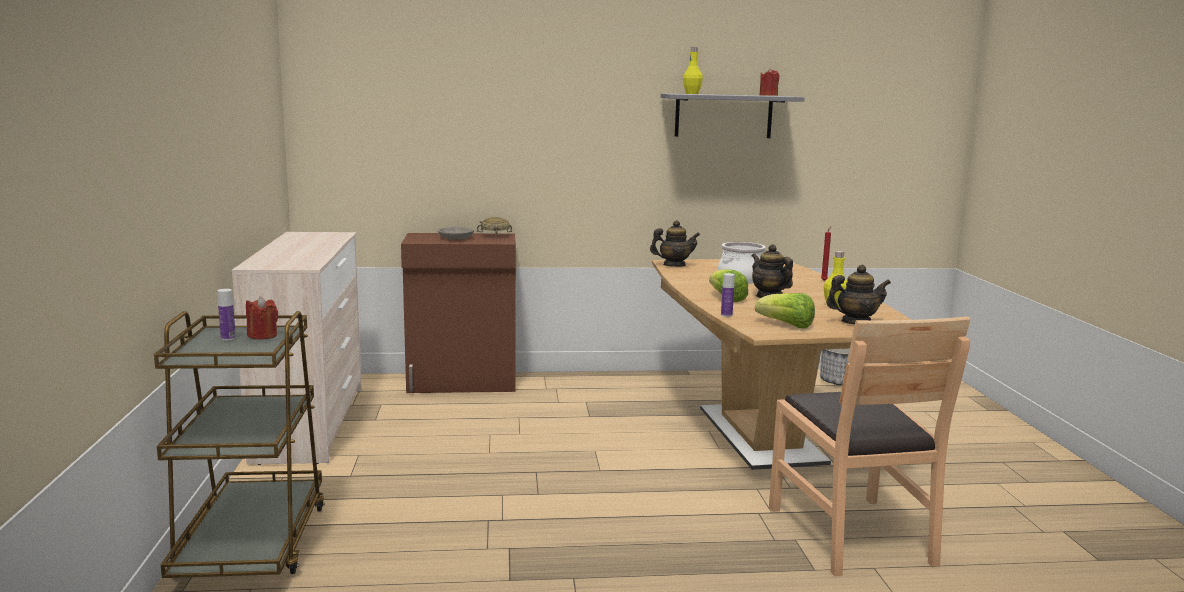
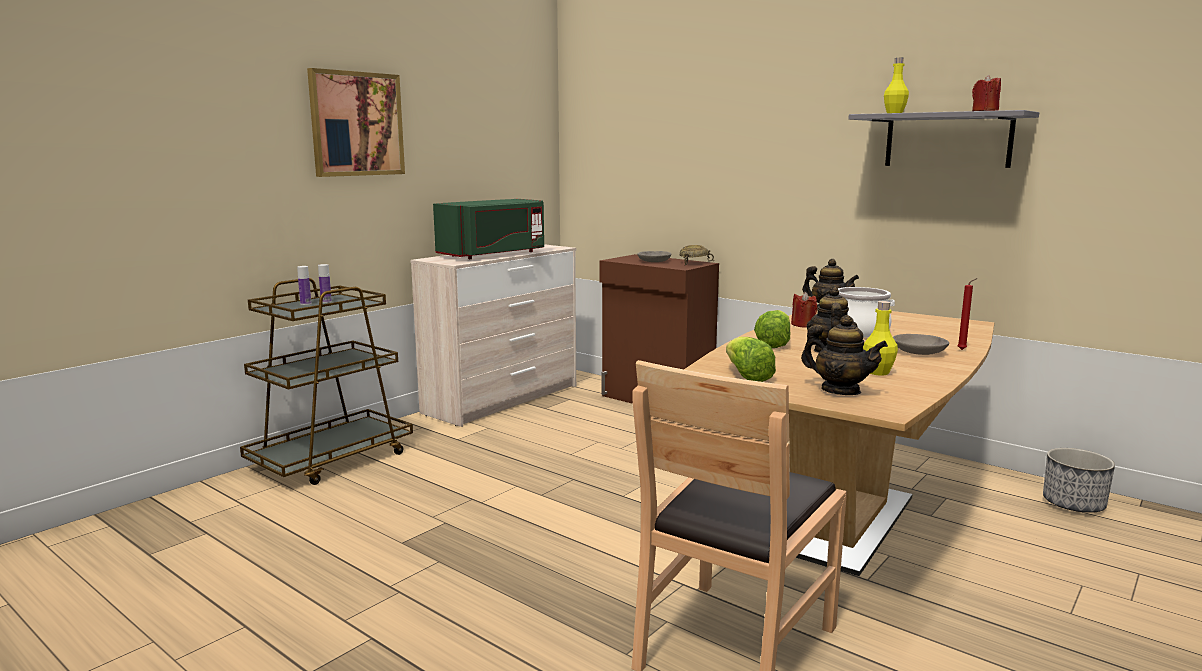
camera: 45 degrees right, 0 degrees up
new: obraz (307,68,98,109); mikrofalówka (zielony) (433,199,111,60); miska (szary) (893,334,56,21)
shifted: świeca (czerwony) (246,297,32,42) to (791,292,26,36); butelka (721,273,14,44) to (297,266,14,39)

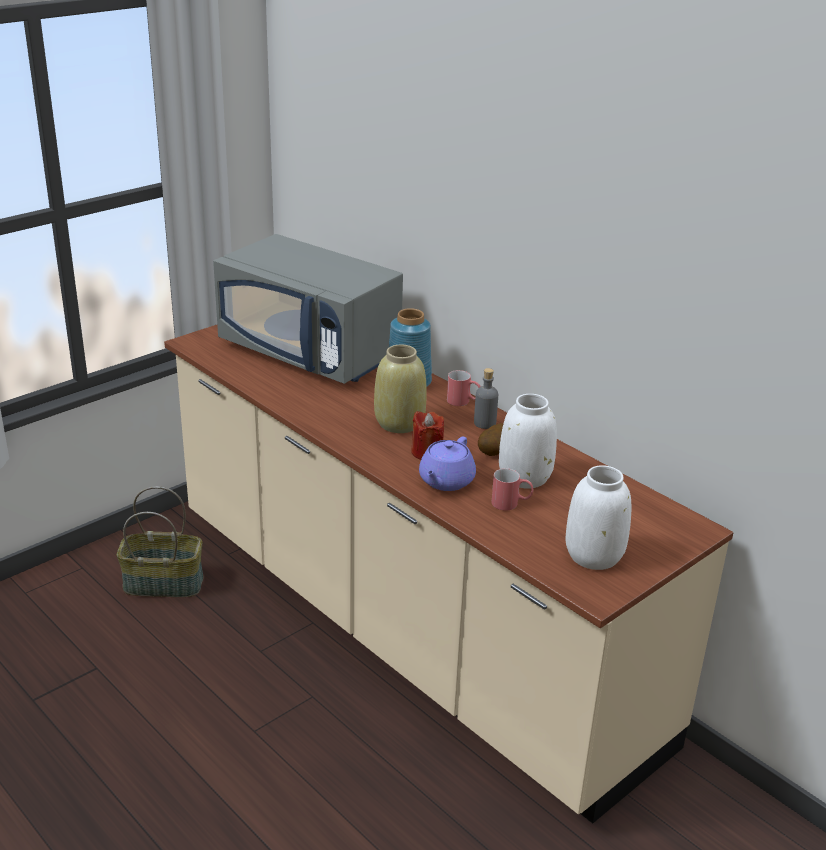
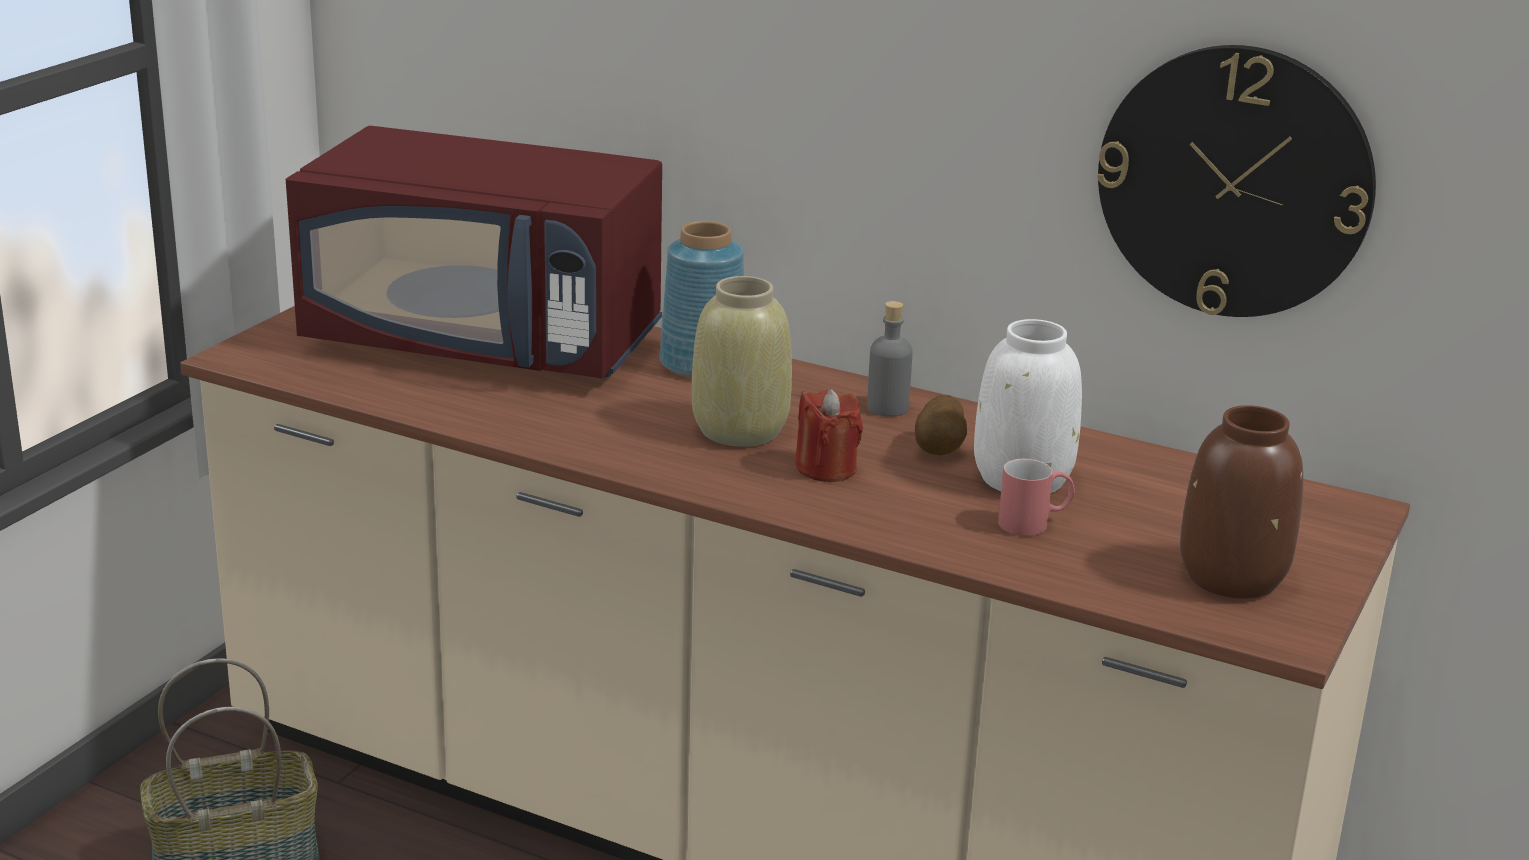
camera: 20 degrees left, 5 degrees down
gone: imbryk (fioletowy) (419,437,57,54); kubek (czerwony) (447,370,34,36)
new: zegar ścienny (1097,45,279,272)
repainted: mikrofalówka (szary) (213,234,190,150) to mikrofalówka (czerwony) (286,126,376,252); wazon (biały) (566,465,65,105) to wazon (brązowy) (1180,405,123,194)

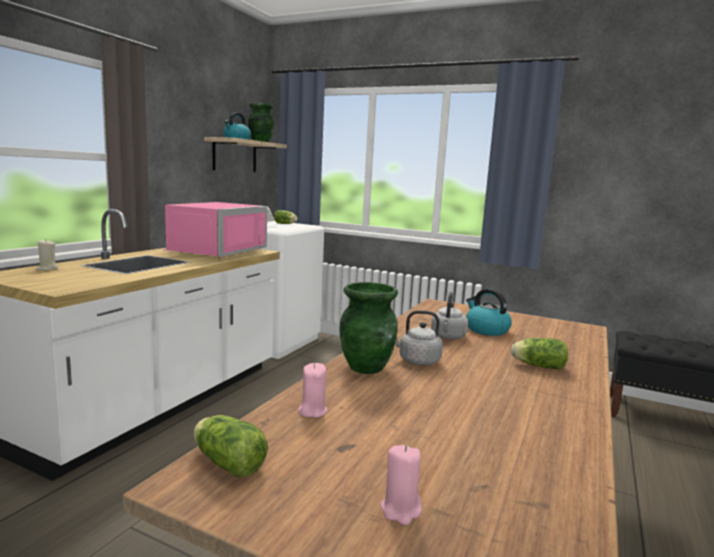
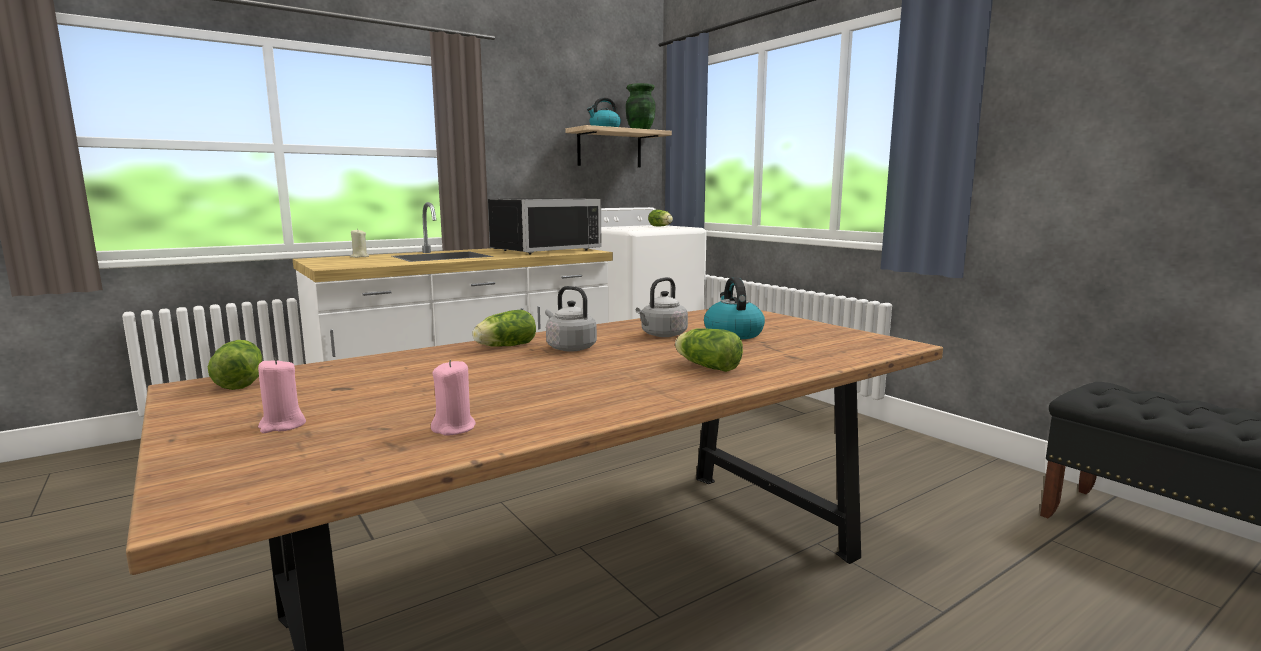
camera: 30 degrees right, 0 degrees up
shifted: świeca (różowy) (298,363,30,55) to (431,360,45,76)
swapped: wazon (zielony) (339,282,59,92) to sałata (472,310,64,37)
repainted: mikrofalówka (różowy) (163,202,104,56) to mikrofalówka (czarny) (488,198,114,56)

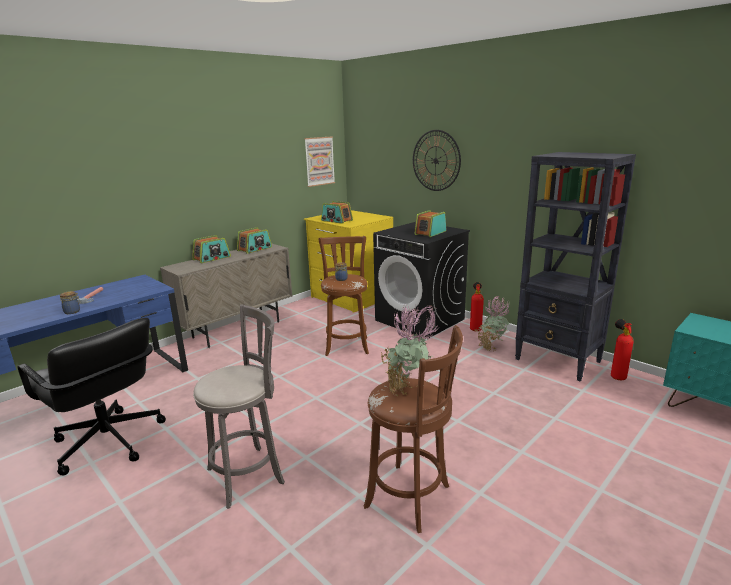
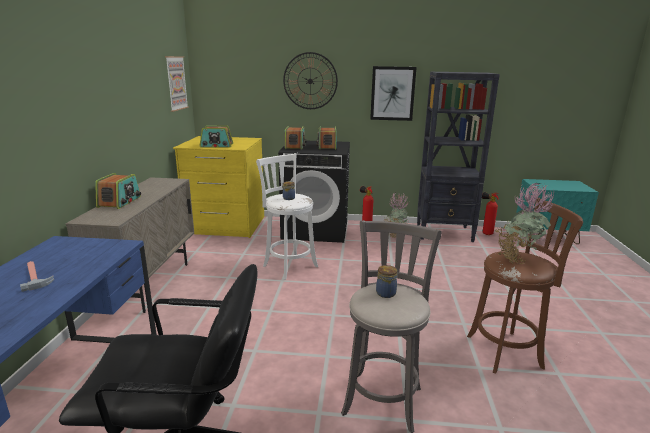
camera: 40 degrees left, 0 degrees up
new: obraz (370,66,47,55)
shifted: słoik (60,291,21,23) to (376,265,21,33); radio (237,227,35,27) to (284,126,23,24)
repainted: stołek (brązowy) (319,236,50,120) to stołek (biały) (256,153,62,127)

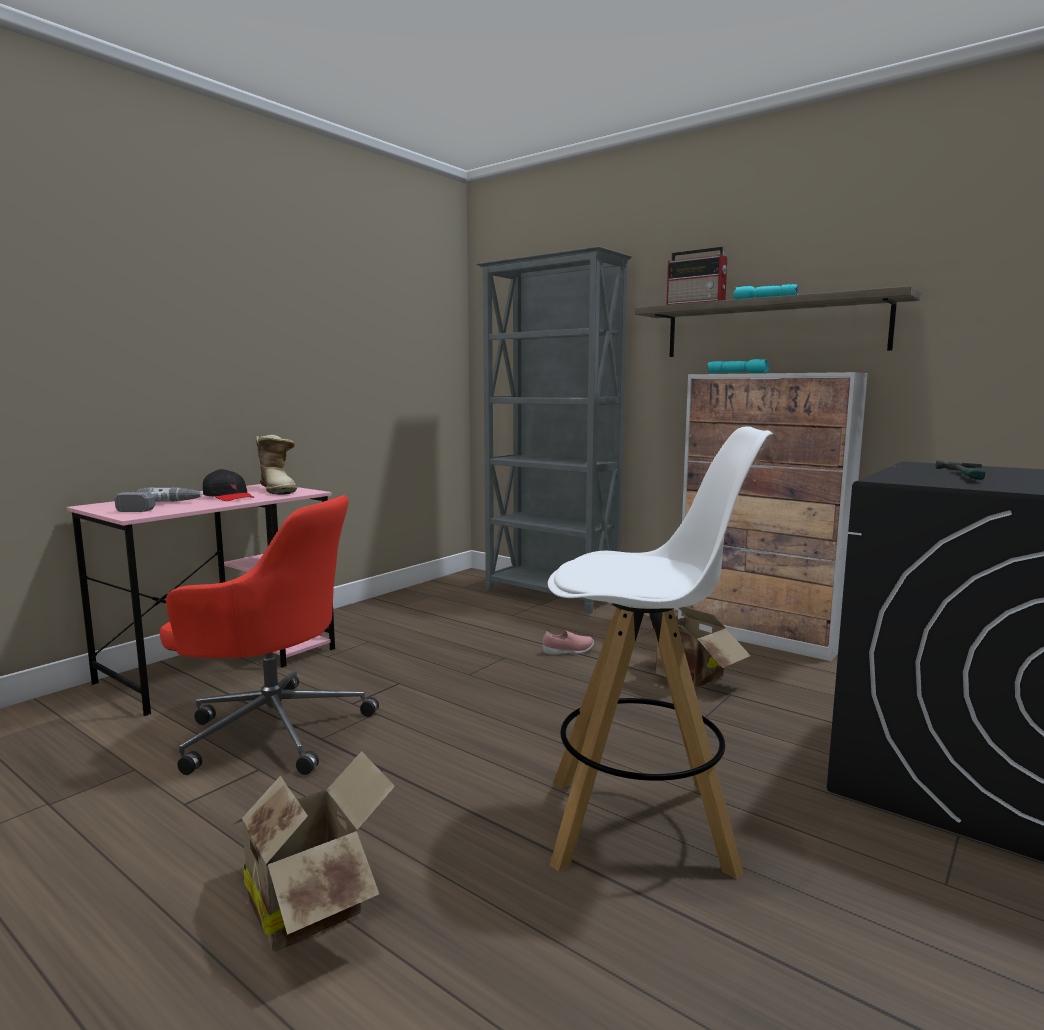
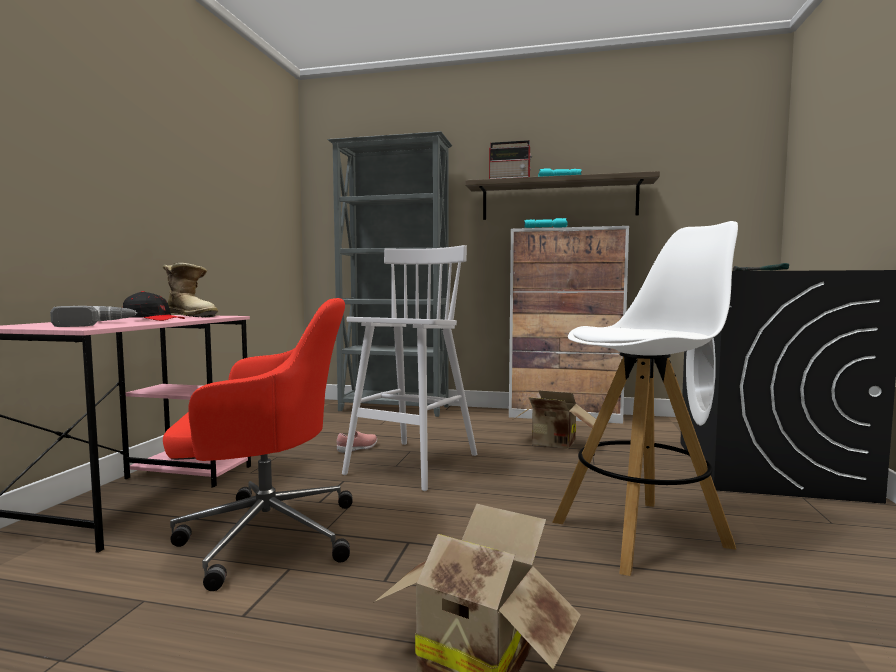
camera: 25 degrees left, 5 degrees down
new: stołek (biały) (342,245,135,246)
shifted: but (różowy) (543,631,51,24) to (337,431,40,22)

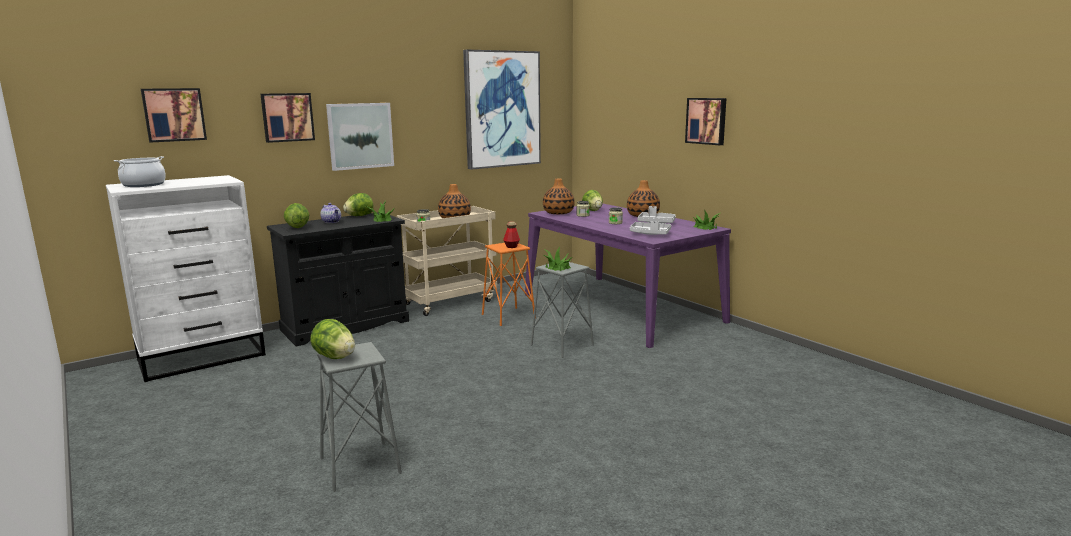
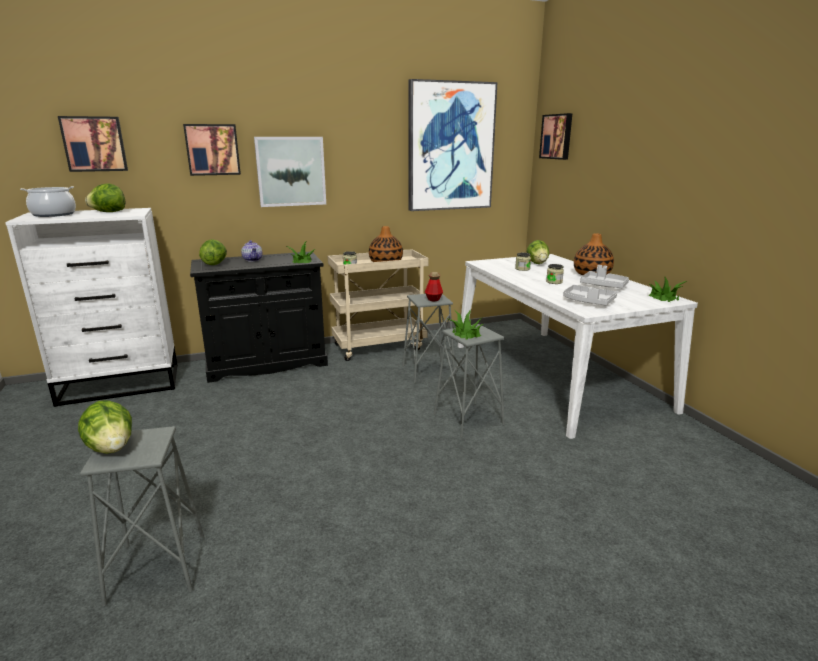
camera: 15 degrees right, 5 degrees up
gone: wazon (543,178,32,36)
shifted: sałata (343,193,30,23) to (85,184,40,28); obraz (685,98,41,47) to (539,113,33,47)
repainted: stołek (pomarańczowy) (482,243,54,83) to stołek (szary) (402,294,54,90); stół jadalny (fioletowy) (525,204,206,144) to stół jadalny (biały) (458,254,240,185)

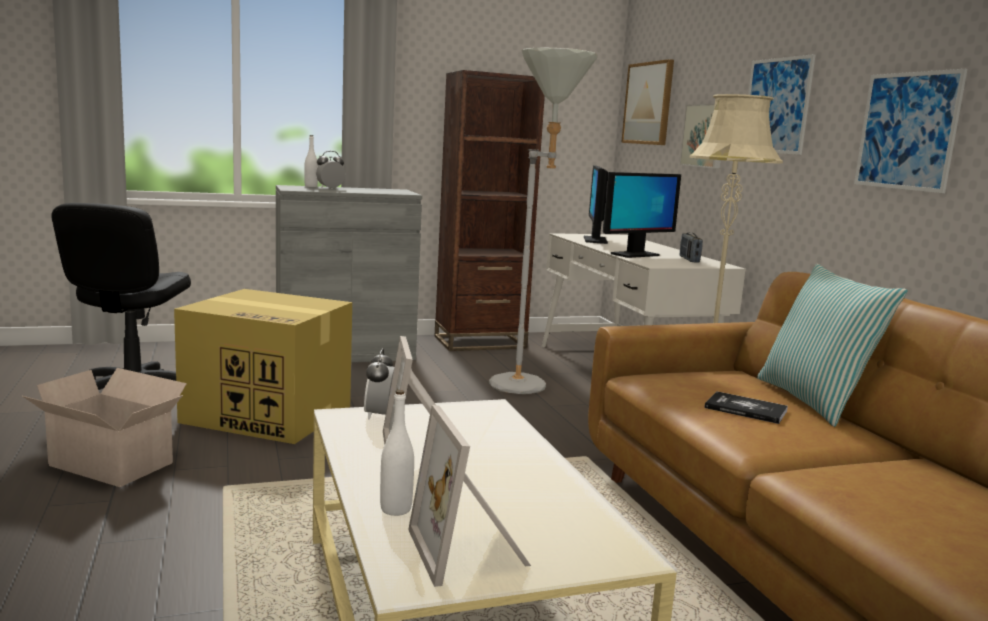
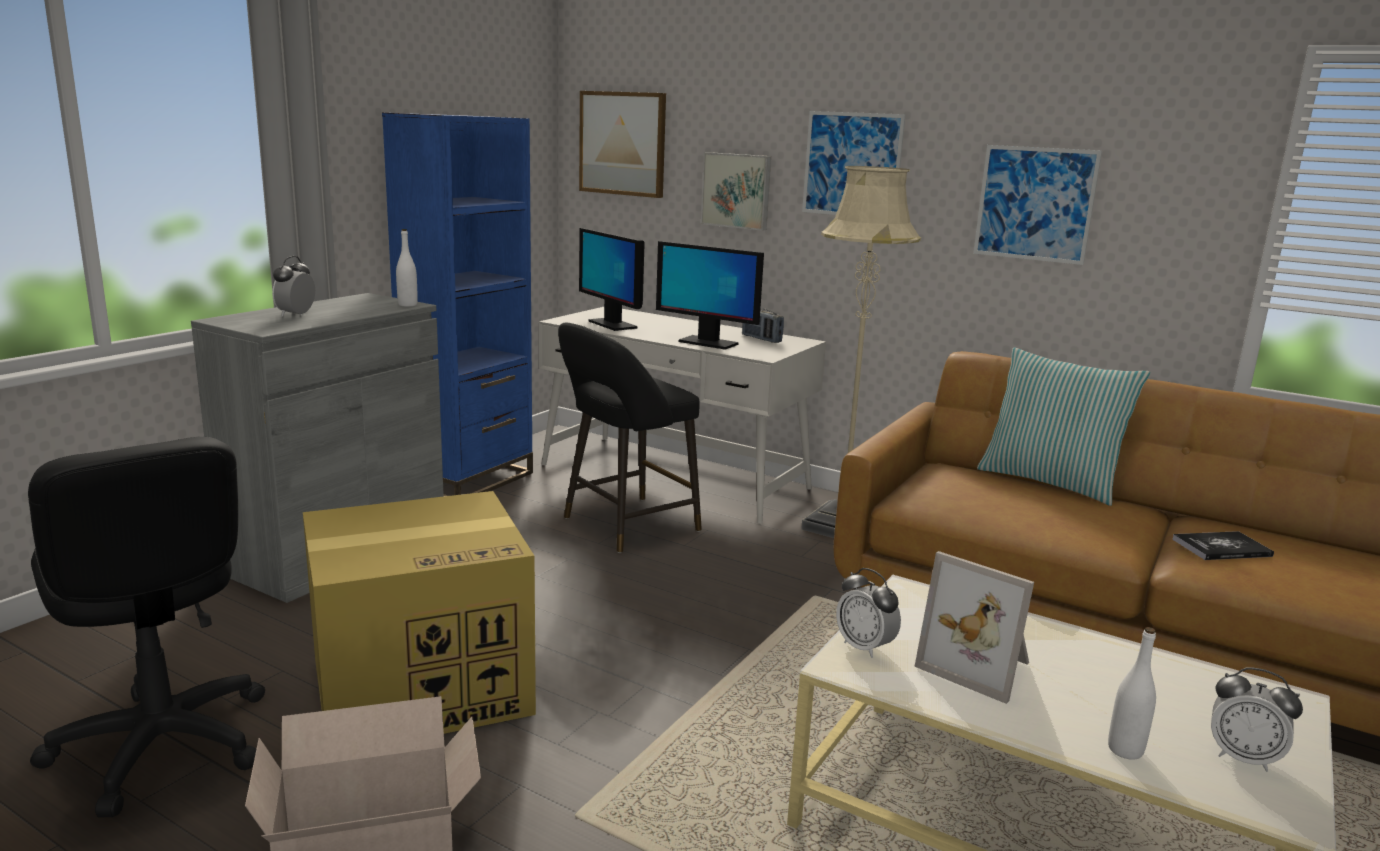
camera: 40 degrees left, 5 degrees up
shifted: butelka (biały) (304,135,14,52) to (396,229,21,78); książka (704,391,84,33) to (1172,531,102,29)
swapped: ramka na zdjęcie (408,405,123,182) to budzik (1211,667,92,105); lampa stojąca (szary) (489,47,109,347) to stołek (czarny) (558,322,144,231)
repainted: regał (brązowy) (435,70,110,281) to regał (niebieski) (382,113,151,383)
rotated: monitor (603,172,78,86) = (656,241,108,109) 105 degrees clockwise

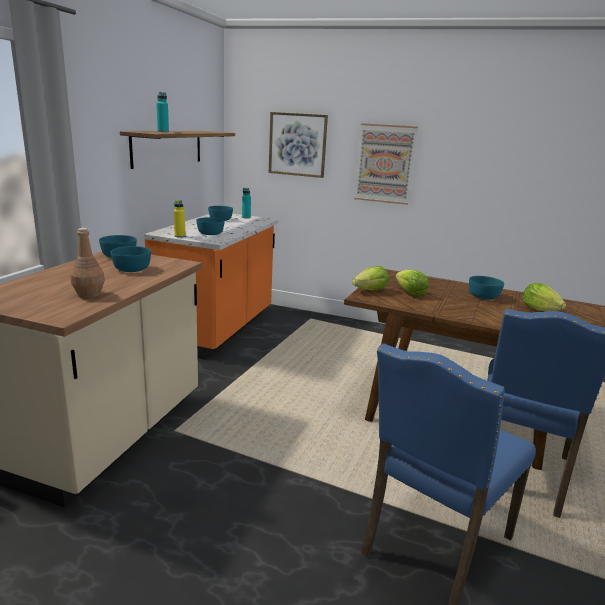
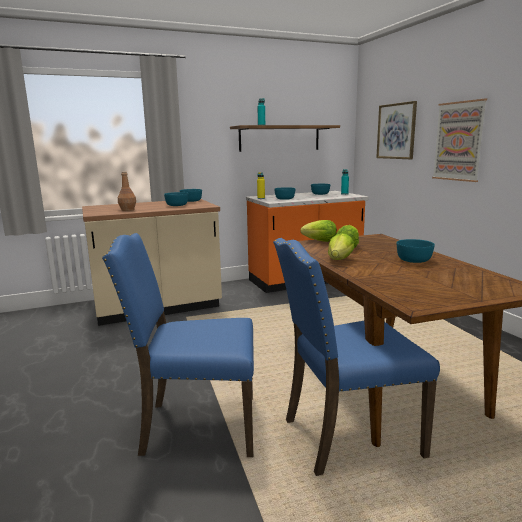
camera: 50 degrees right, 5 degrees down
shifted: sałata (522,283,44,28) to (328,233,27,27)

